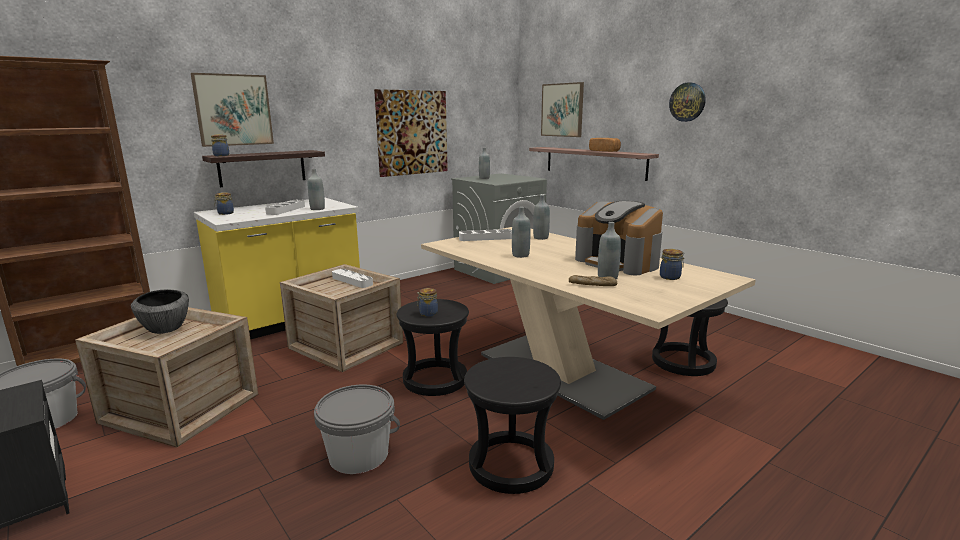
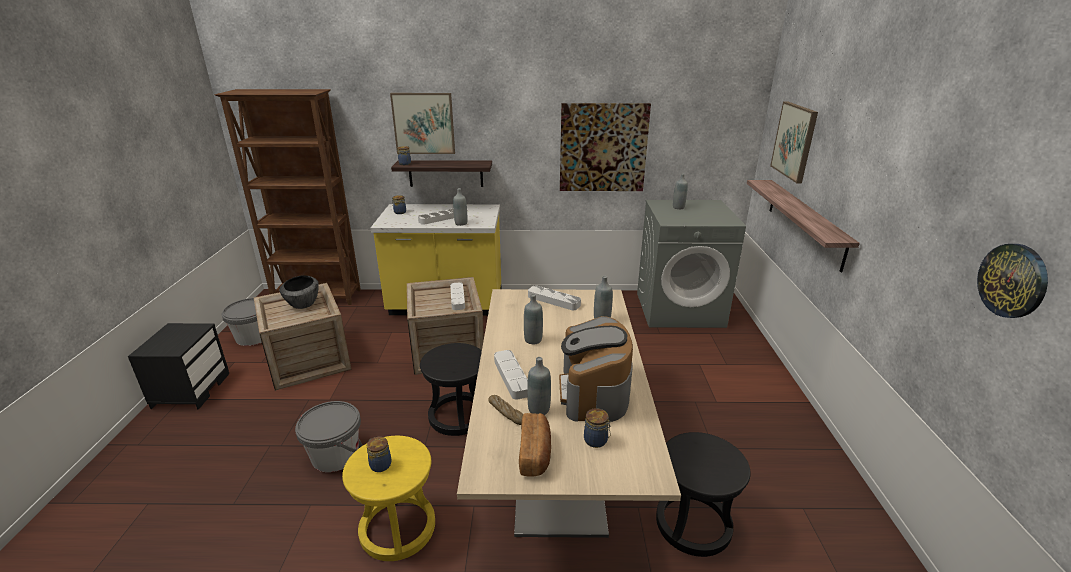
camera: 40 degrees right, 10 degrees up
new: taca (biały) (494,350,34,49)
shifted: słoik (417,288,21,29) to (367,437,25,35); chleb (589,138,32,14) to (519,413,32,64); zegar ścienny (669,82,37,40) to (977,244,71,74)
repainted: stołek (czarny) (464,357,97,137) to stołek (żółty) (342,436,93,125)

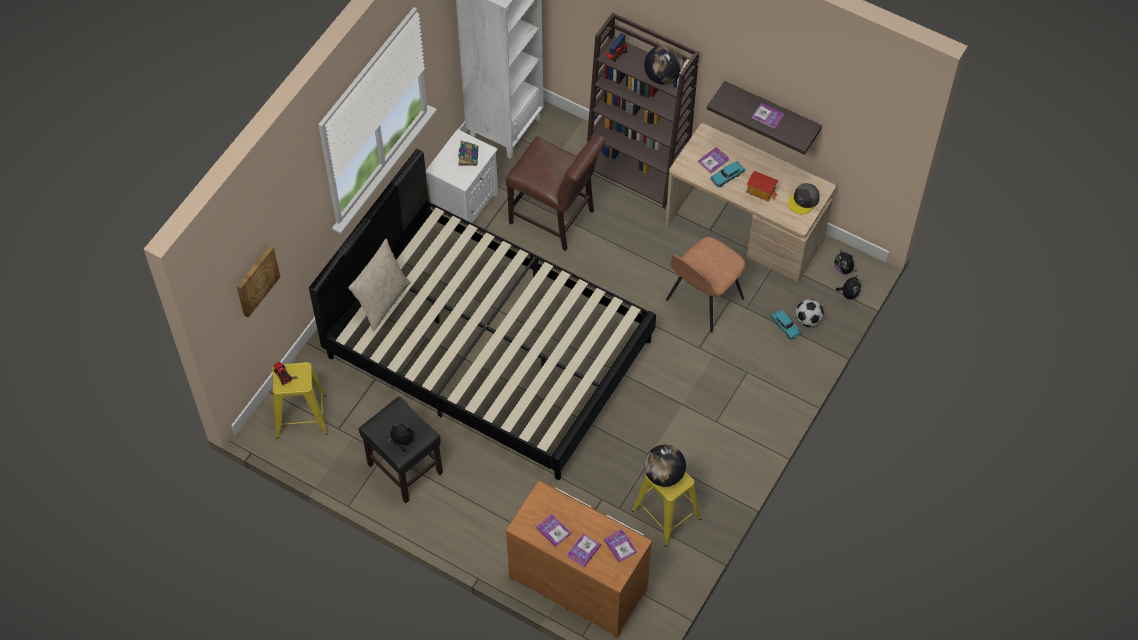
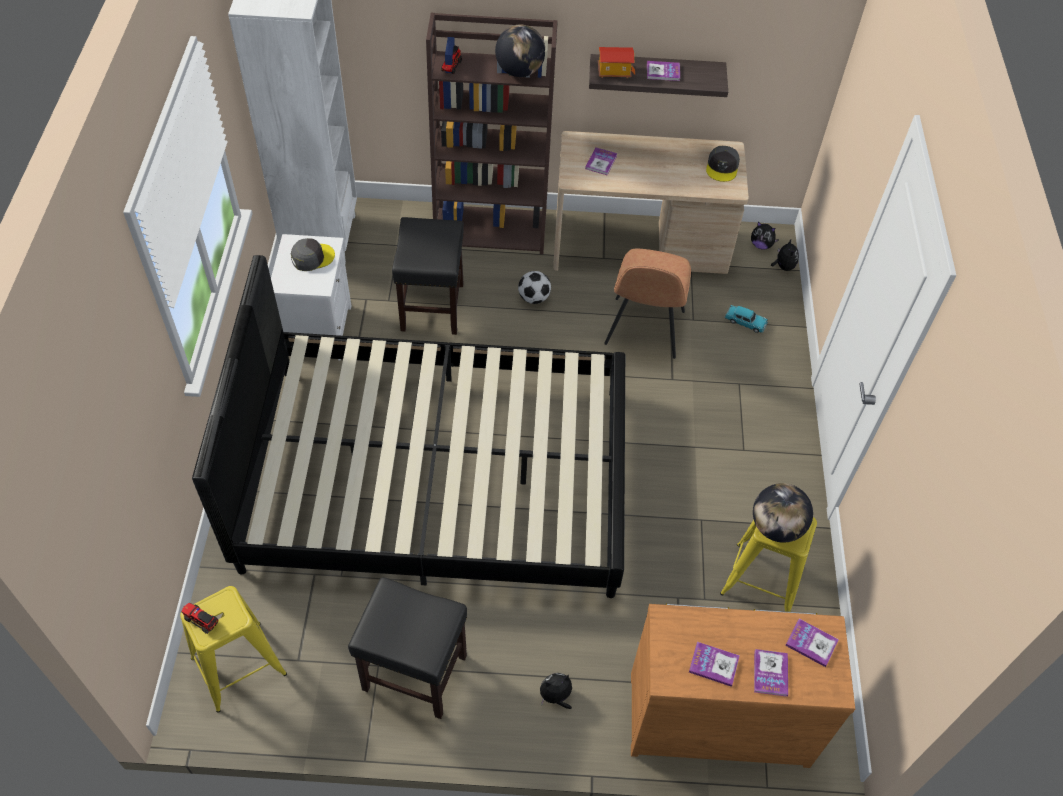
camera: 30 degrees left, 5 degrees down
gone: obraz (237,245,43,73); poduszka (beżowy) (349,239,62,92); samochodzik (turkusowy) (710,161,35,27)
shifted: pluszak (387,424,27,28) to (540,673,32,36); domek (746,171,32,31) to (598,47,37,31); piłka futbolowa (796,299,28,28) to (518,271,33,33)
swapped: książka (458,140,20,26) to czapka z daszkiem (szary) (291,238,44,33); krzesło (brązowy) (506,135,100,116) to stołek (czarny) (392,217,72,118)

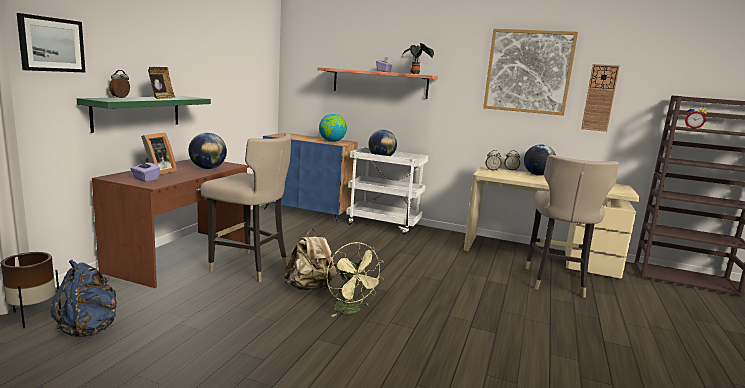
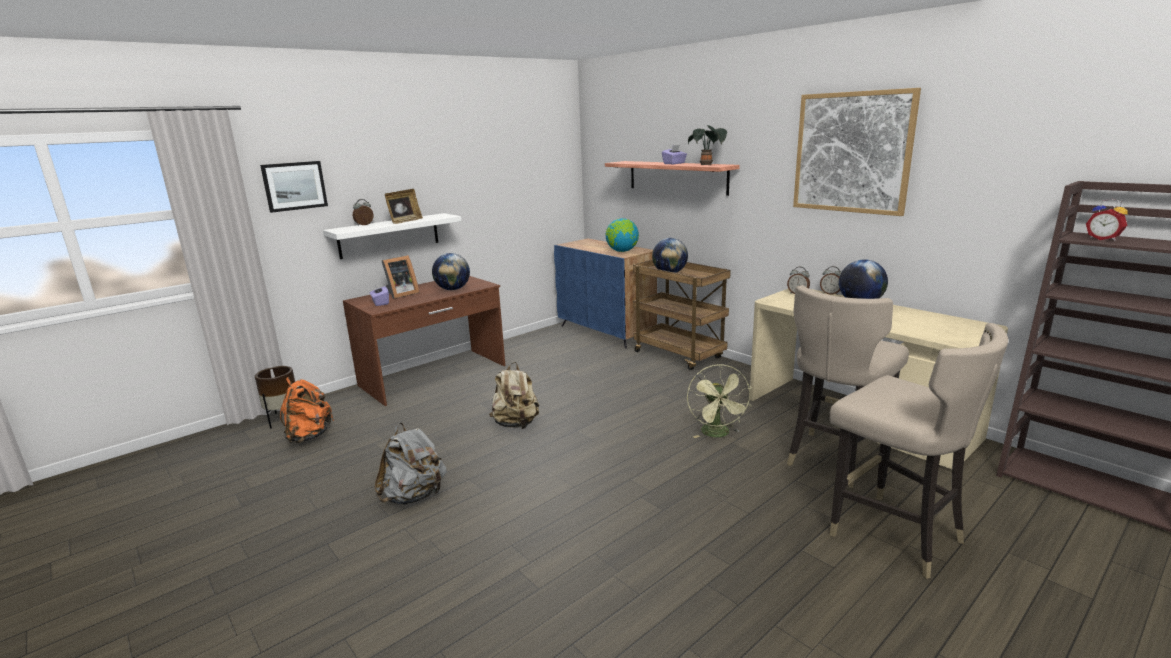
camera: 30 degrees right, 5 degrees up
gone: zegar ścienny (581,64,39,68)
new: plecak (szary) (375,422,72,83)
shifted: stołek (beżowy) (200,133,91,149) to (830,323,178,256); wentylator (zielony) (326,242,58,75) to (687,364,65,74)
repainted: plecak (niebieski) (50,260,67,77) to plecak (pomarańczowy) (280,377,54,66); półka (zielony) (77,96,134,37) to półka (biały) (323,213,138,46); wózek (biały) (346,147,82,88) to wózek (brązowy) (633,260,98,110)

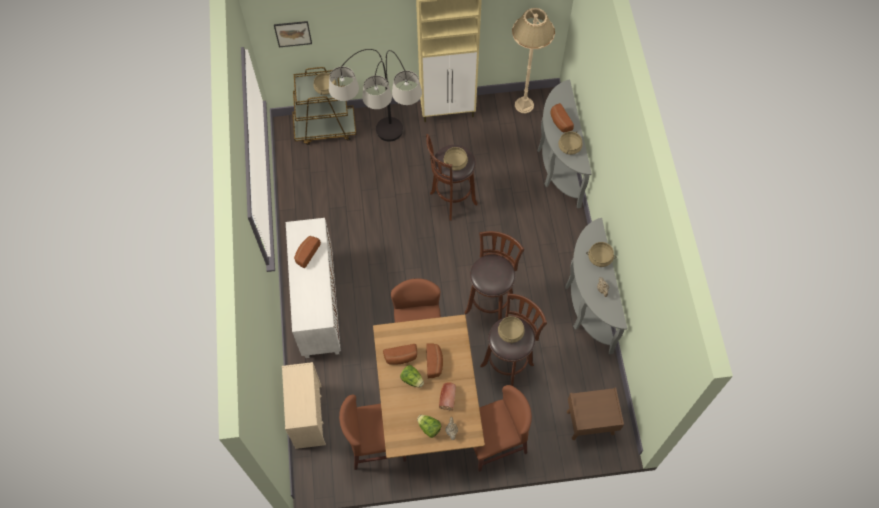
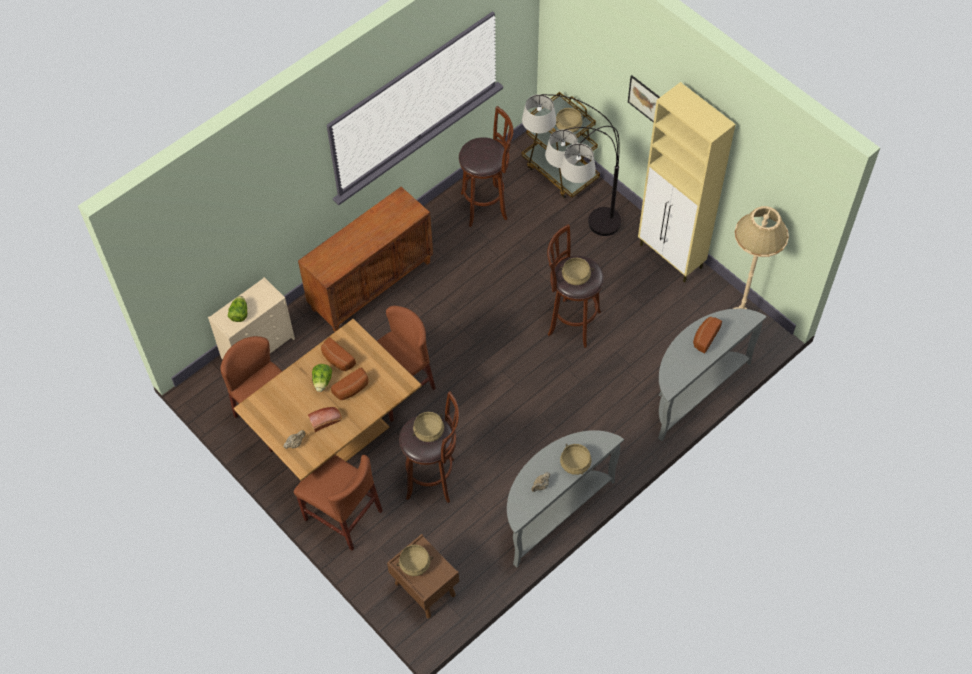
camera: 55 degrees right, 5 degrees down
gone: chleb (294,236,27,32)
shifted: obraz (274,21,38,26) to (628,75,32,48); sałata (417,415,24,23) to (228,296,20,26); stołek (brązowy) (464,231,60,90) to (459,106,54,121); garnek (beżowy) (558,131,25,24) to (396,545,37,31)
repainted: szafka (biały) (286,218,55,140) to szafka (brązowy) (298,187,135,145)

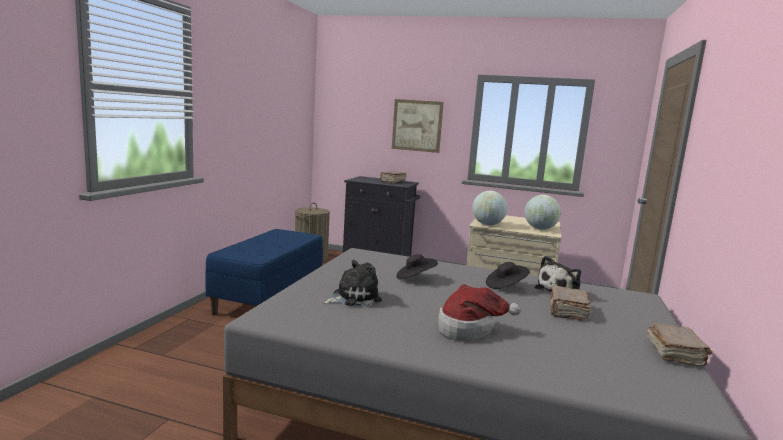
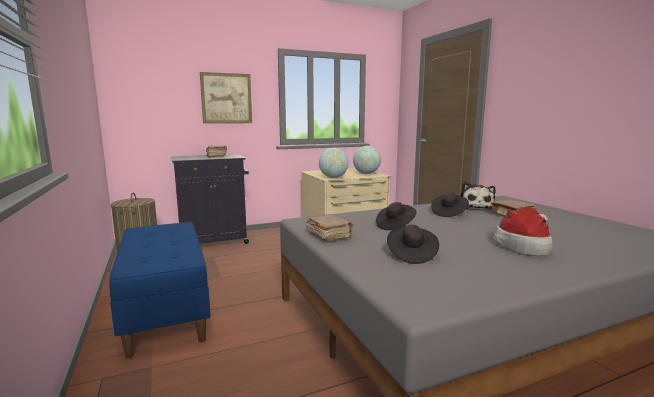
camera: 40 degrees left, 0 degrees up
shifted: książka (brązowy) (647,322,65,45) to (306,214,47,27)
swapped: pluszak (323,260,59,46) to kapelusz (czarny) (387,225,52,39)

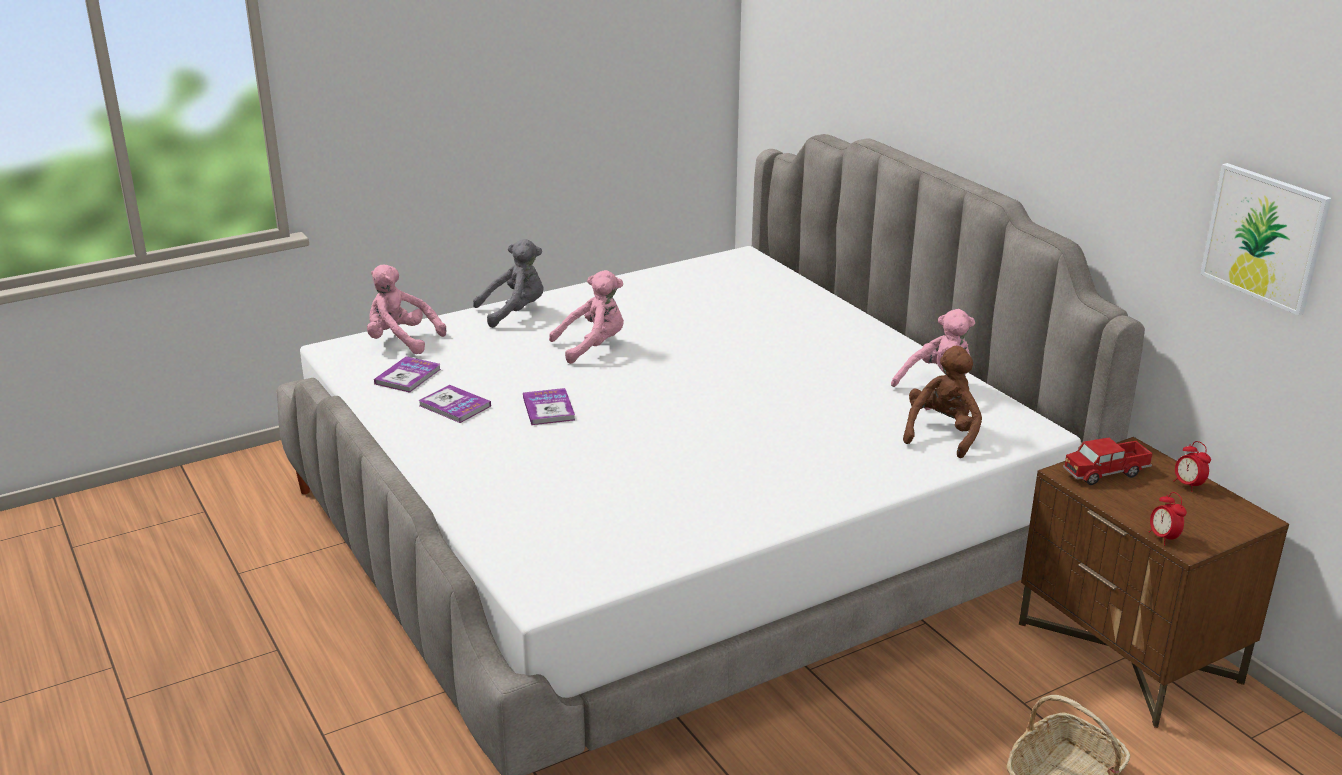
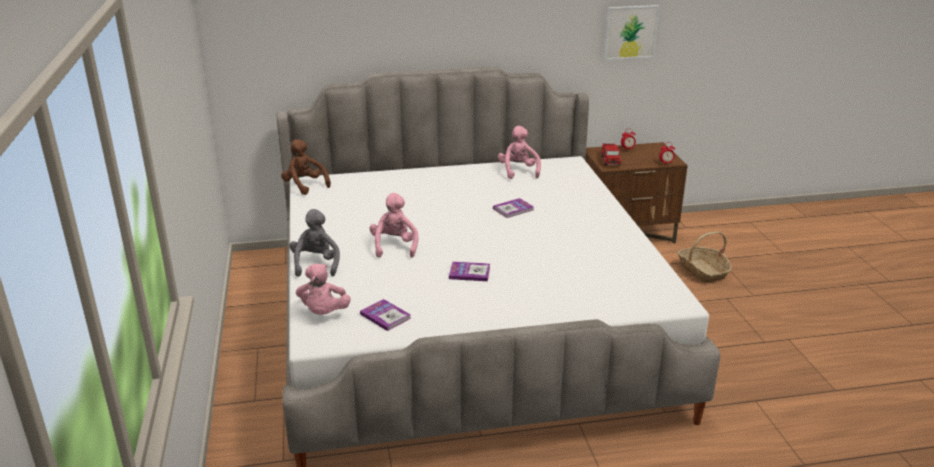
camera: 70 degrees left, 0 degrees up
shifted: książka (418,385,73,38) to (493,198,41,20); pluszak (brązowy) (903,346,79,112) to (281,139,50,56)
rotated: pluszak (różowy) (367,265,79,89) = (296,263,55,52) 45 degrees counterclockwise

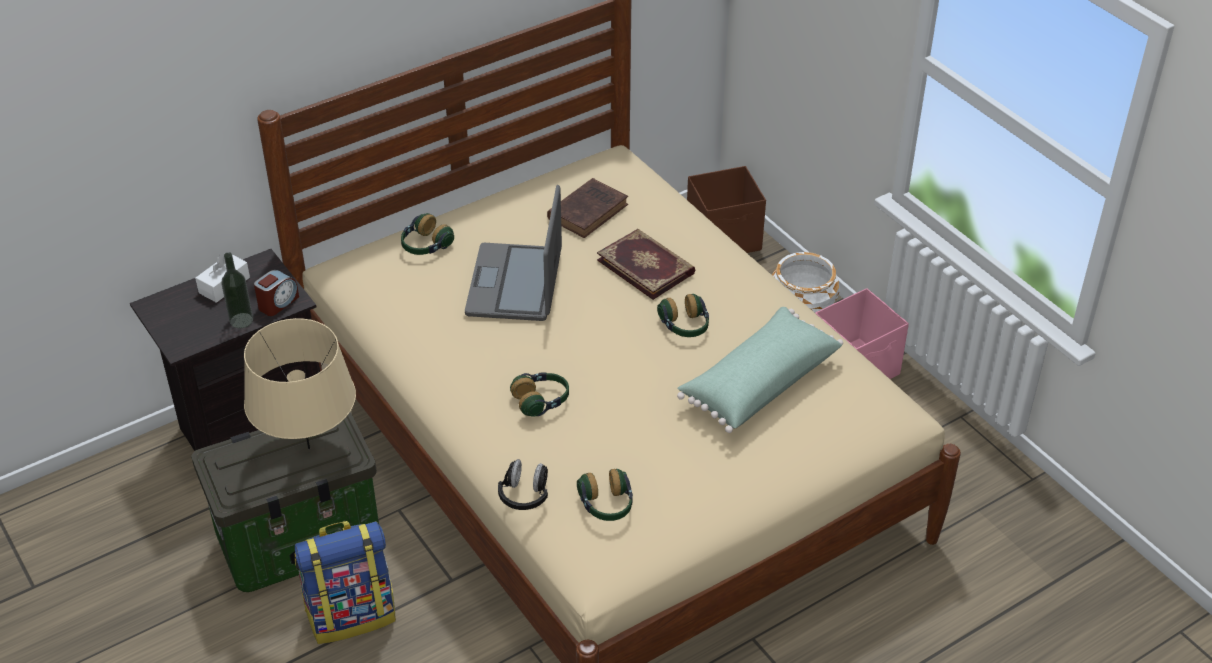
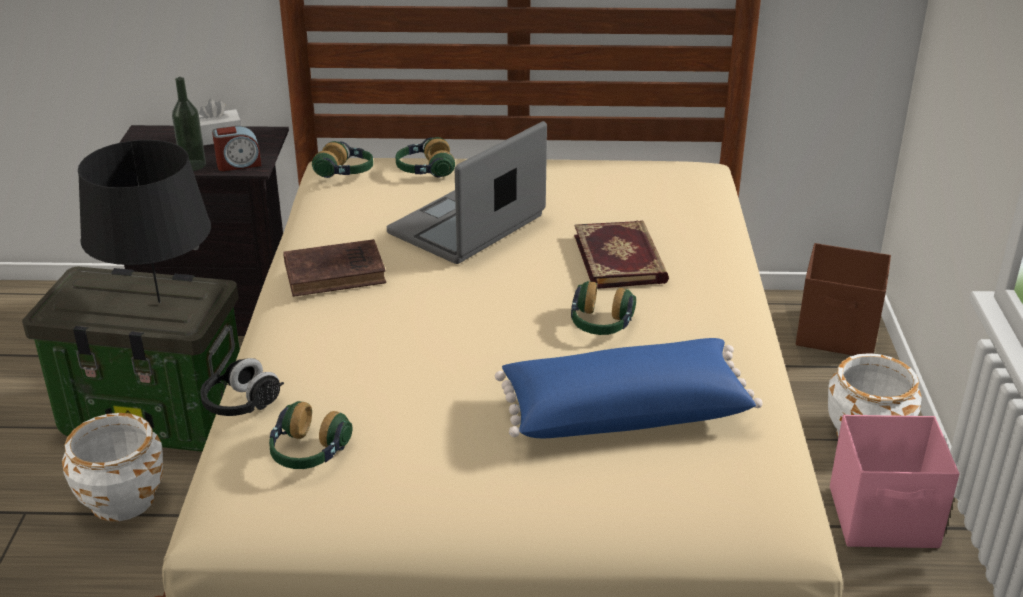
camera: 35 degrees right, 10 degrees down
shifted: słuchawki (510,373,59,44) to (312,141,61,37); książka (brązowy) (547,178,81,60) to (283,239,103,58)
swapped: plecak (295,521,101,123) to donica (biały) (62,413,101,108)
repainted: lampa stołowa (beżowy) (244,318,112,132) to lampa stołowa (czarny) (78,140,133,163); poduszka (zielony) (677,307,166,126) to poduszka (niebieski) (495,338,268,100)

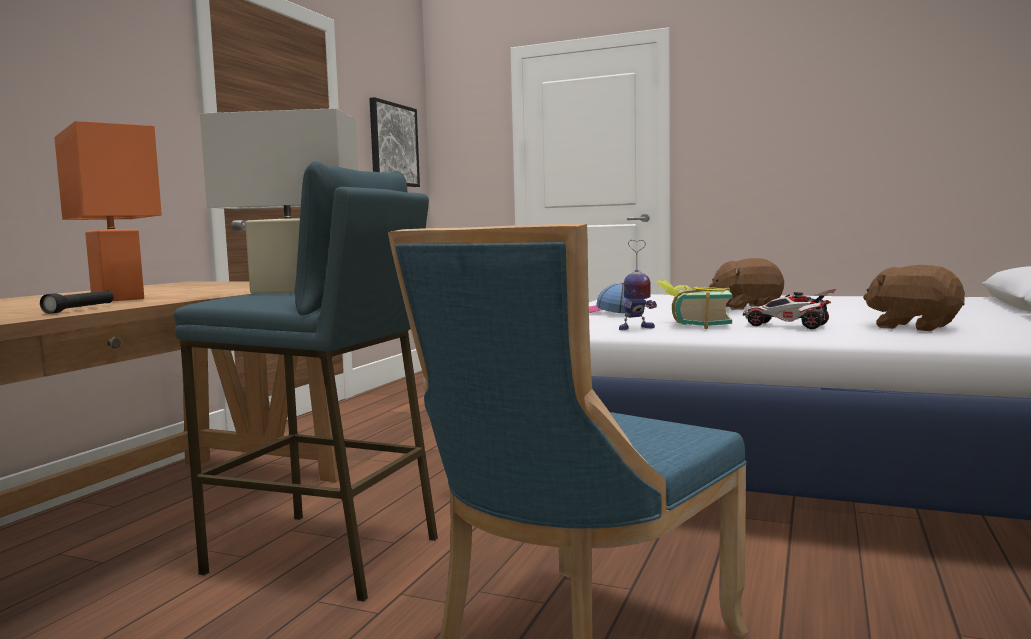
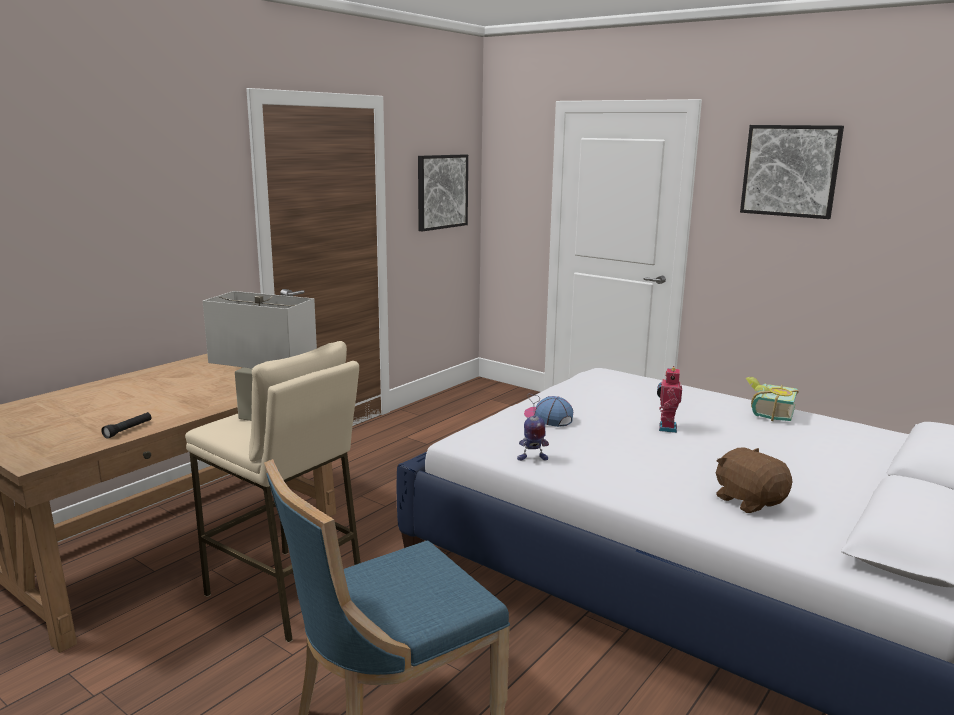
camera: 15 degrees right, 10 degrees up
gone: lampa stołowa (pomarańczowy) (54,121,108,180); samochodzik (743,289,93,40)
new: obraz (740,125,104,94)
shifted: książka (656,280,76,49) to (746,377,53,44)
swapped: pluszak (brązowy) (709,258,75,52) to robot zabawkowy (657,366,25,67)
repainted: stołek (niebieski) (174,161,264,441) to stołek (beżowy) (185,341,176,301)

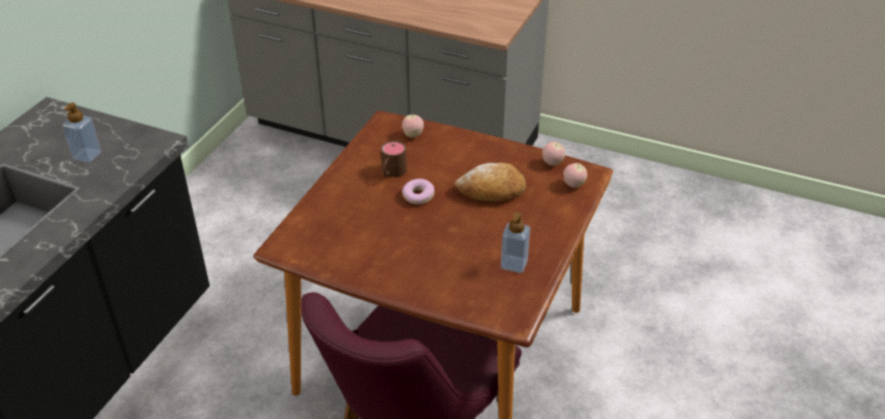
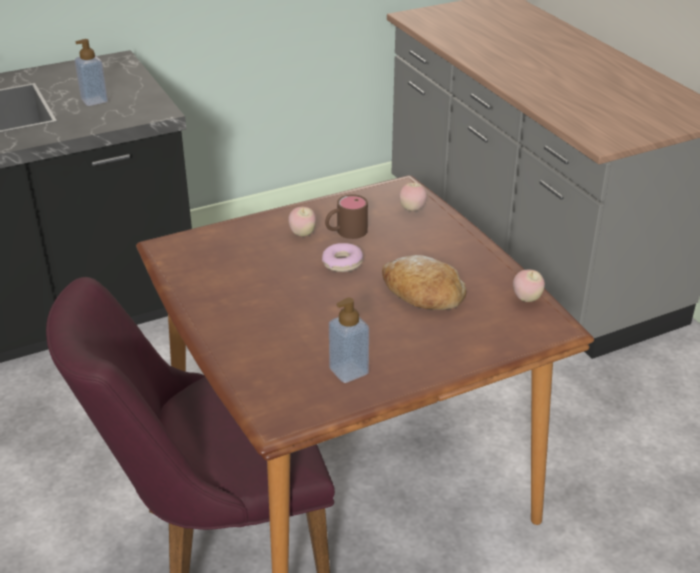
camera: 40 degrees right, 5 degrees down
shifted: jabłko (564,163,23,25) to (288,207,28,29)

